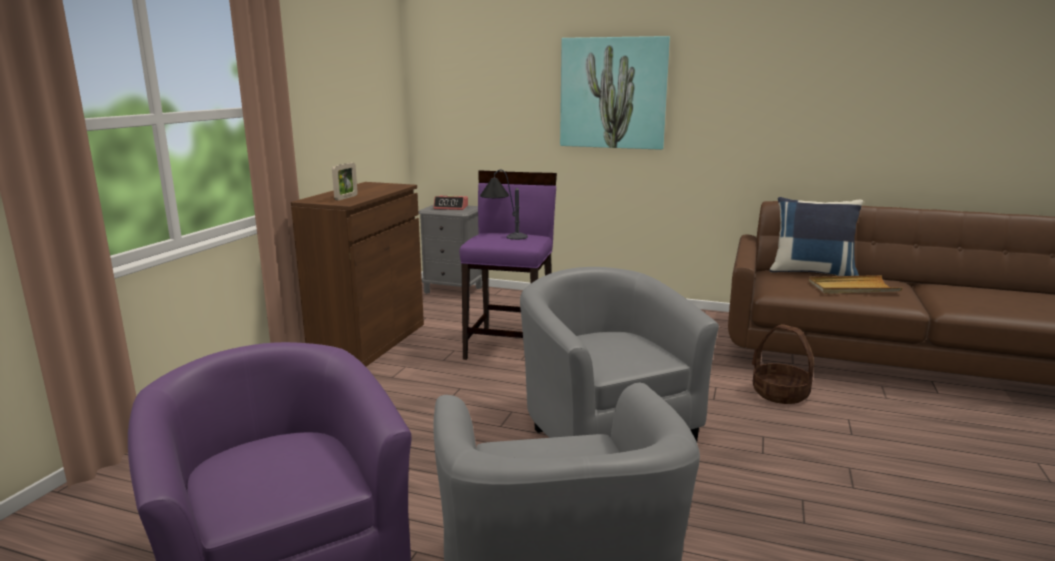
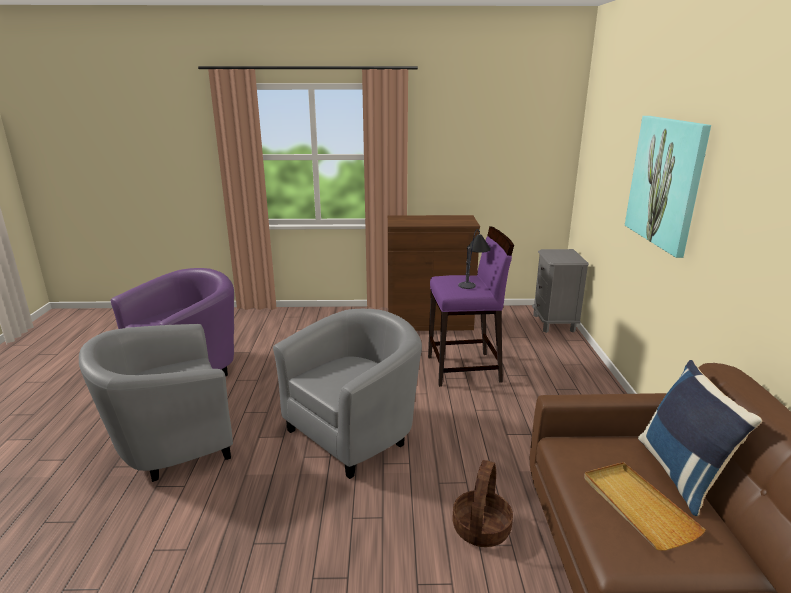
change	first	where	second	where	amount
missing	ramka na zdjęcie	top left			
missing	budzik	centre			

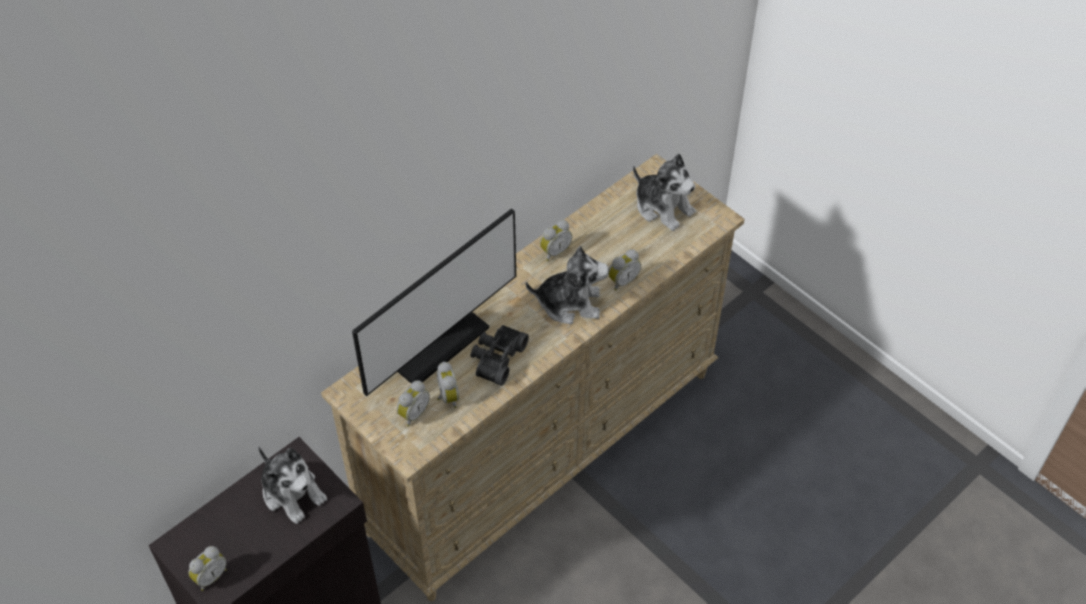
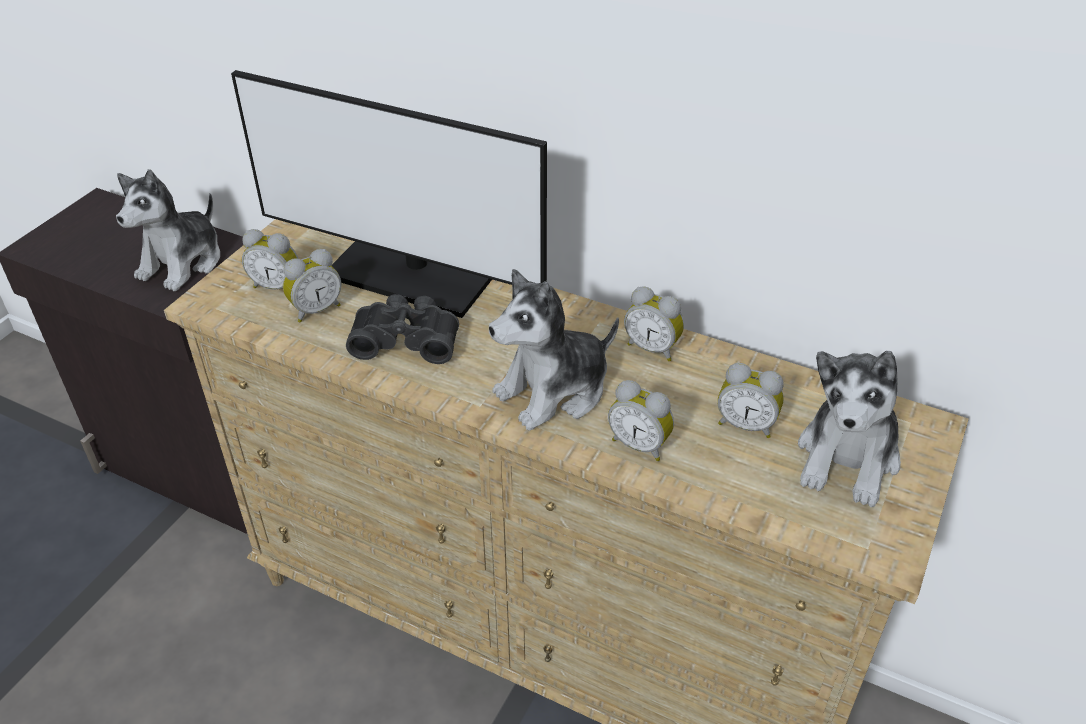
change	first	where	second	where	amount
relocated	budzik (no. 1 from left in the first image)	bottom left	budzik (no. 5 from left)	middle right	
spun	pluszak (no. 2 from left)	centre		centre	75 degrees clockwise

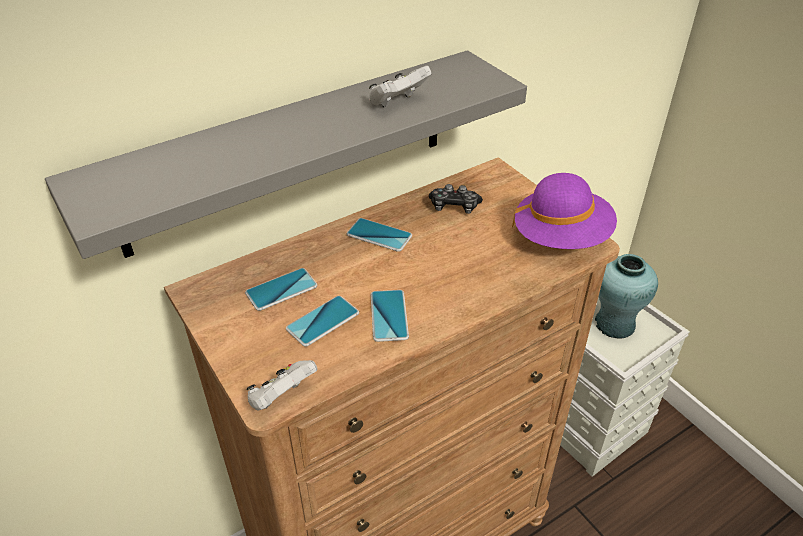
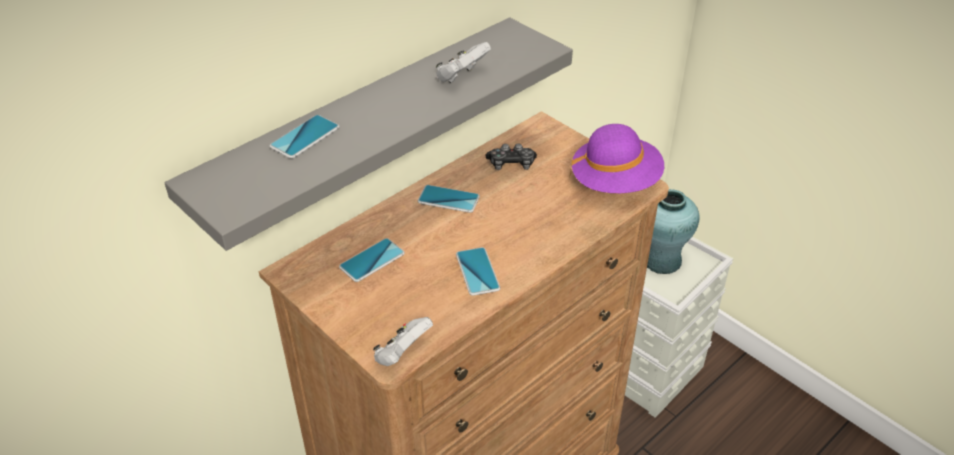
change	first	where	second	where	amount
relocated	telefon (no. 2 from left in the first image)	centre	telefon (no. 1 from left)	top left	

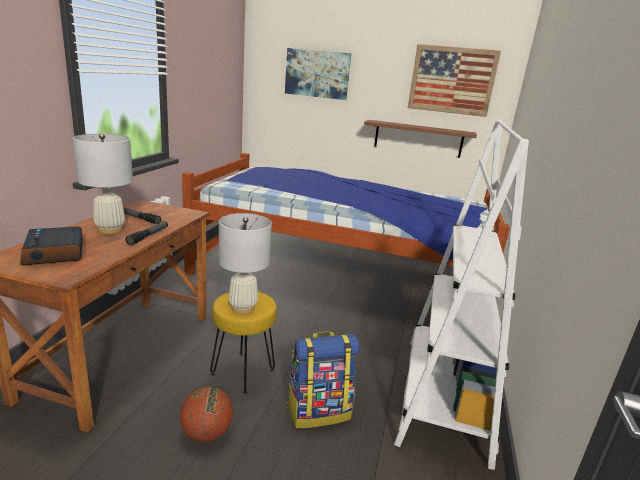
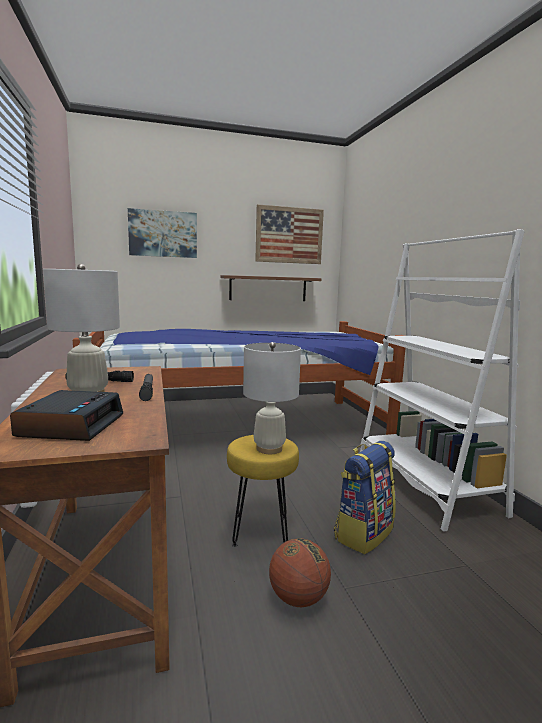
change	first	where	second	where	amount
spun	budzik	middle left		middle left	120 degrees counterclockwise

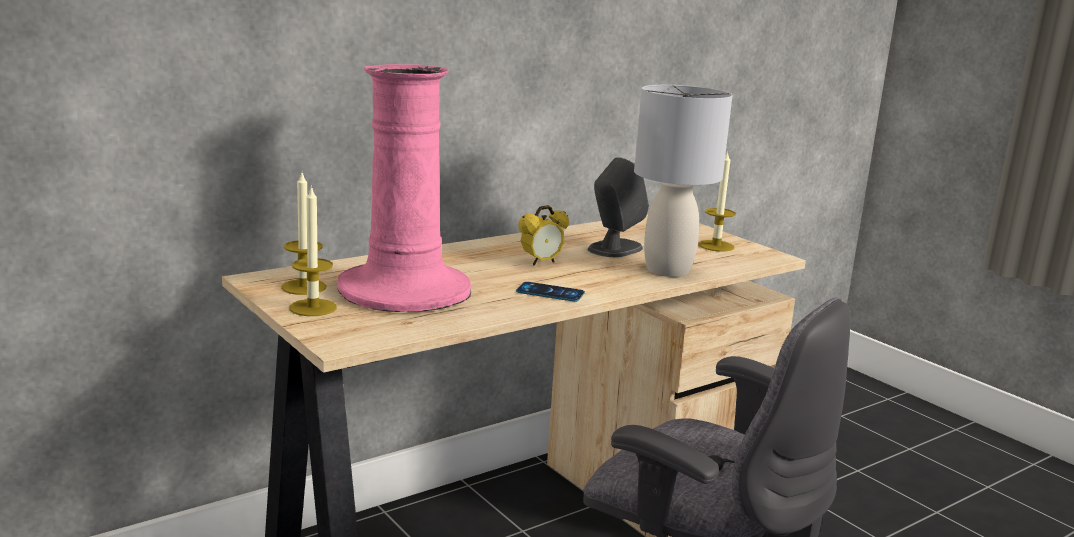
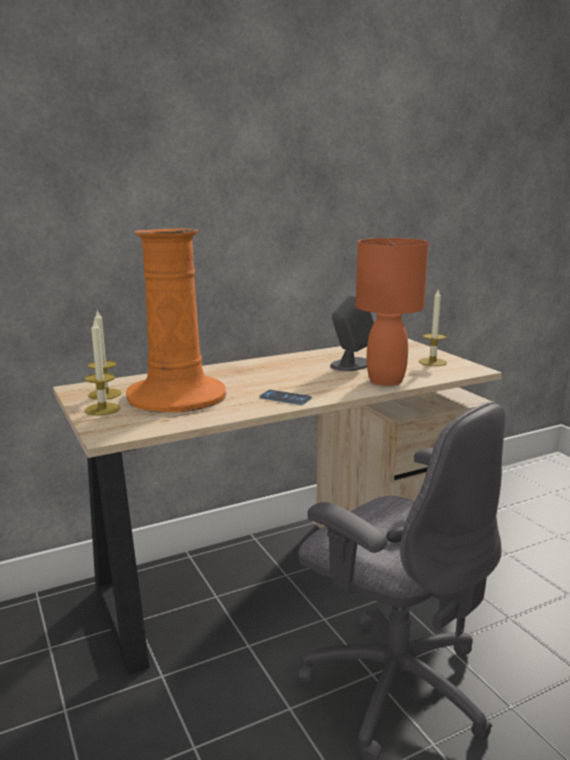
change	first	where	second	where	amount
missing	budzik	centre			
colour	wazon/różowy	centre	wazon/pomarańczowy	middle left	
colour	lampa stołowa/szary	centre	lampa stołowa/pomarańczowy	middle right	

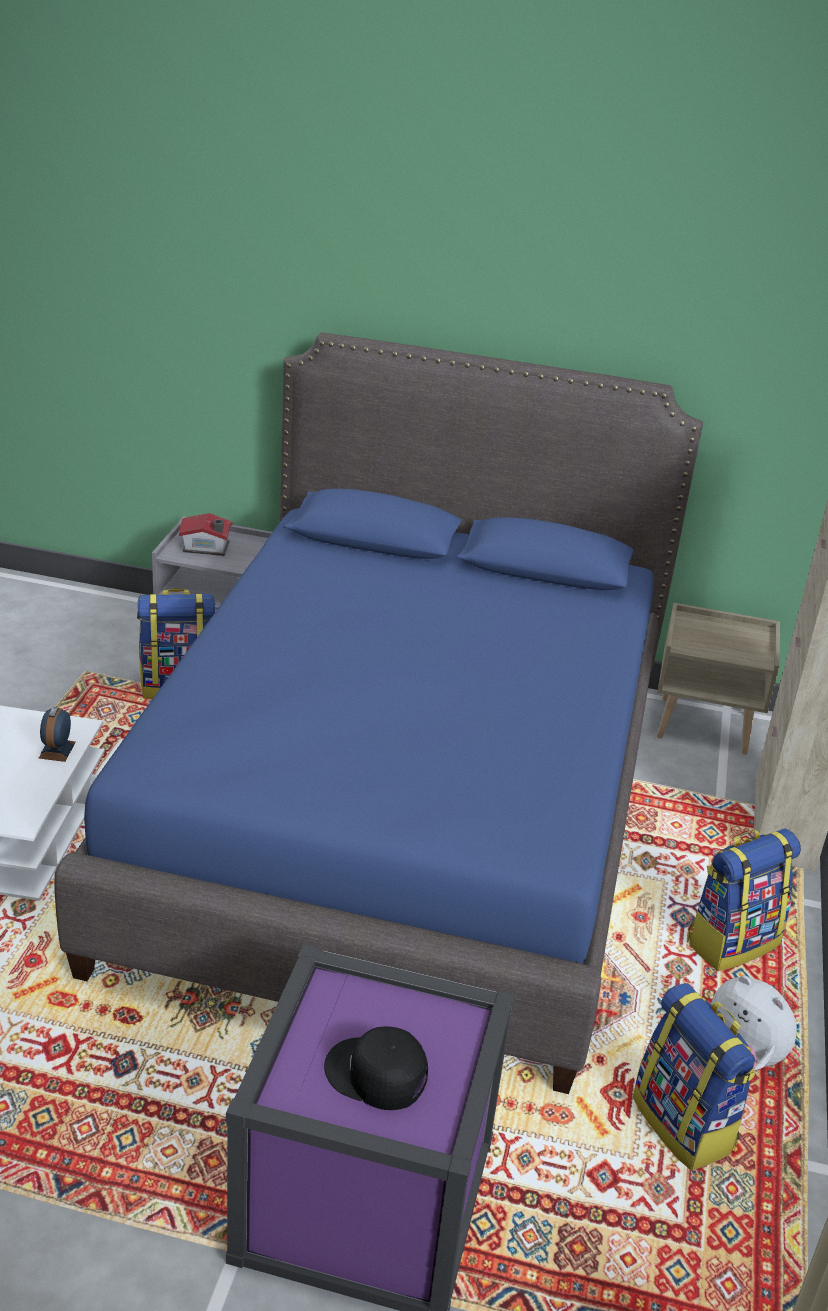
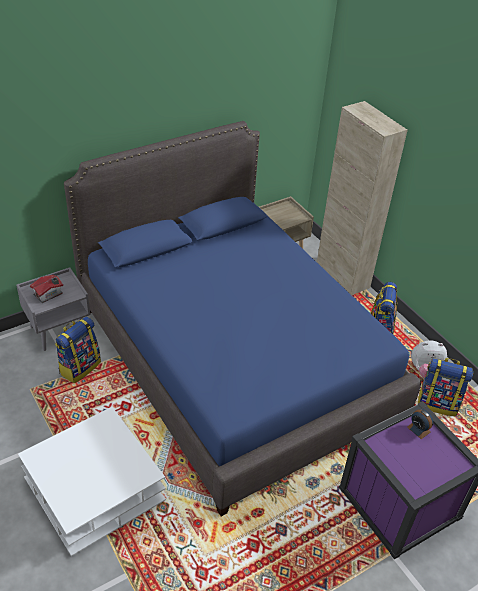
change	first	where	second	where	amount
missing	czapka z daszkiem/czarny	bottom centre			
relocated	budzik	middle left		bottom right	

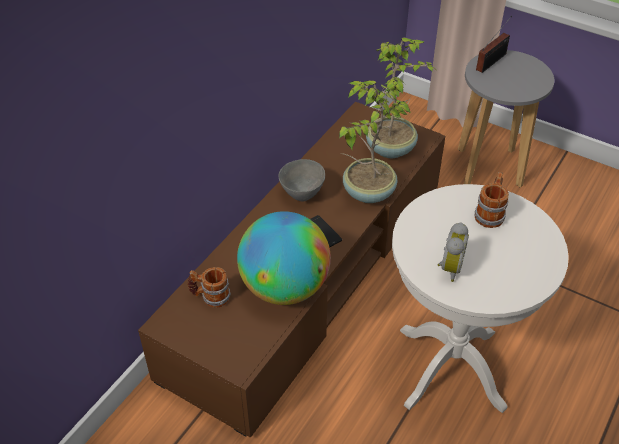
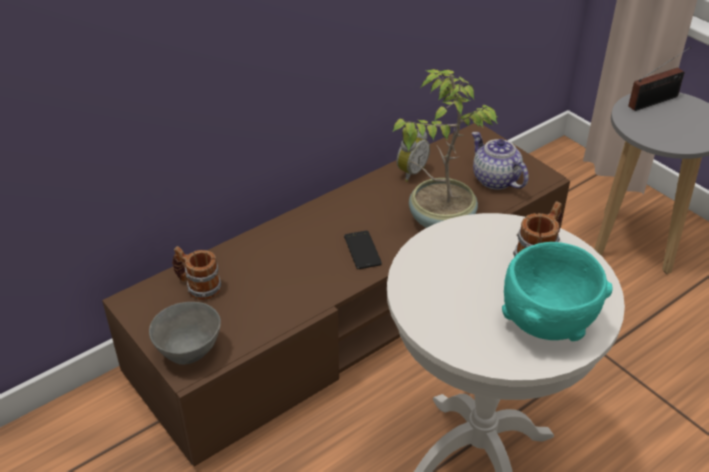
change	first	where	second	where	amount
missing	globus	centre			
appeared			miska/turkusowy	middle right	
relocated	miska/szary	centre		bottom left	
relocated	budzik	middle right		top centre	
exchanged	roślina doniczkowa (no. 2 from left)	top centre	imbryk	middle right	

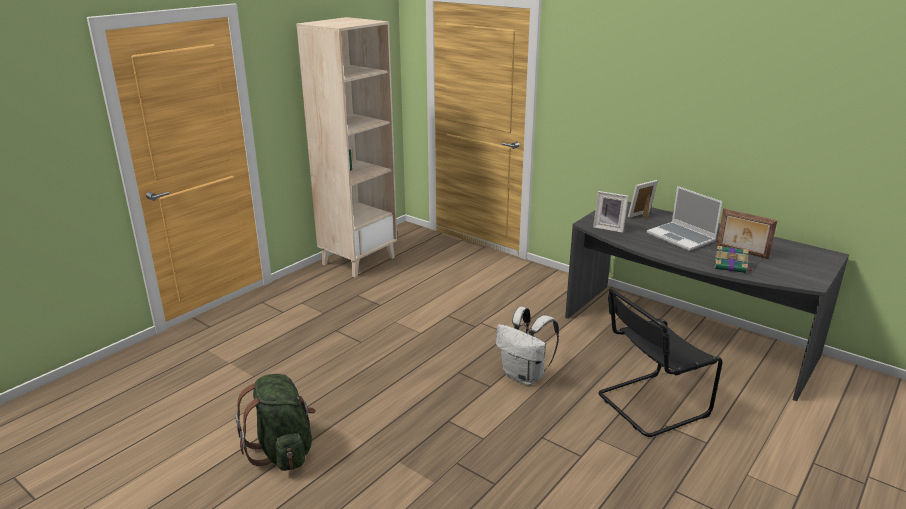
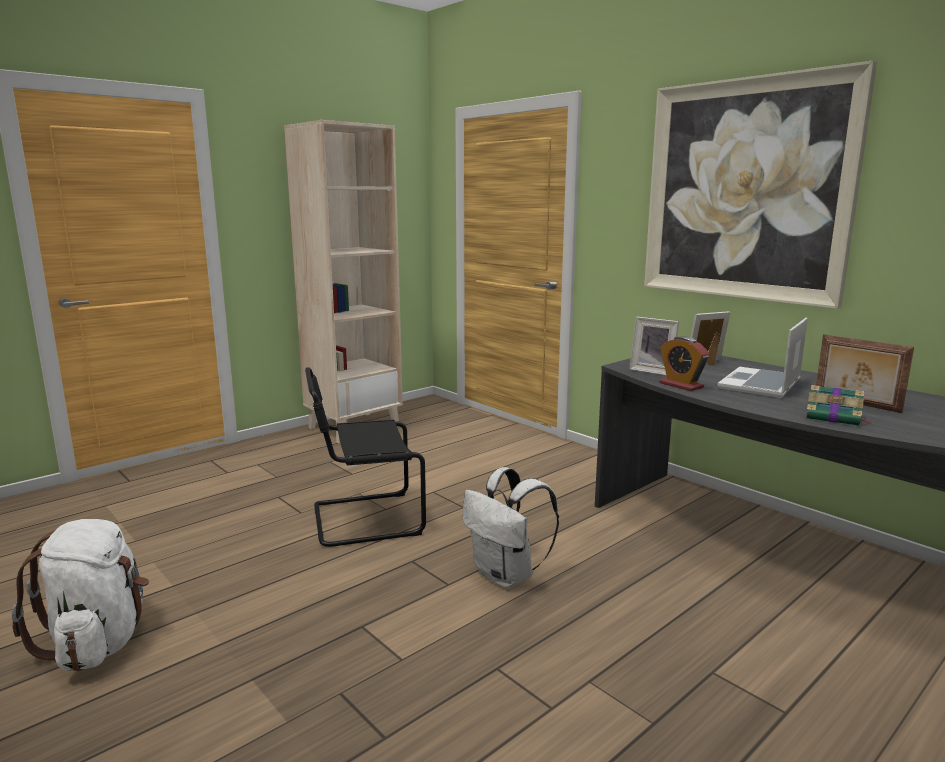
change	first	where	second	where	amount
appeared			obraz	top right	
appeared			budzik	middle right	
relocated	krzesło/czarny	bottom right		centre	
colour	plecak/zielony	bottom left	plecak/biały (no. 1 from left)	bottom left	
spun	laptop	middle right		middle right	60 degrees clockwise

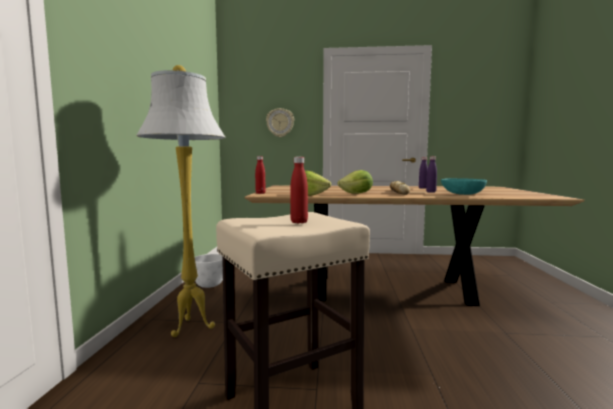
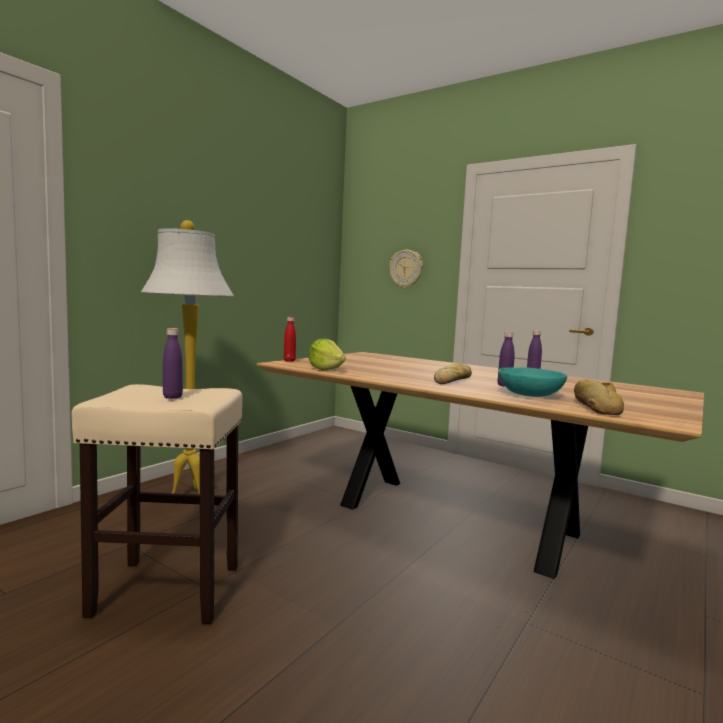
change	first	where	second	where	amount
missing	donica/biały	centre			
missing	sałata (no. 2 from left)	centre			
appeared			chleb (no. 2 from left)	middle right	
colour	butelka/czerwony (no. 2 from left)	centre	butelka/fioletowy (no. 1 from left)	middle left	

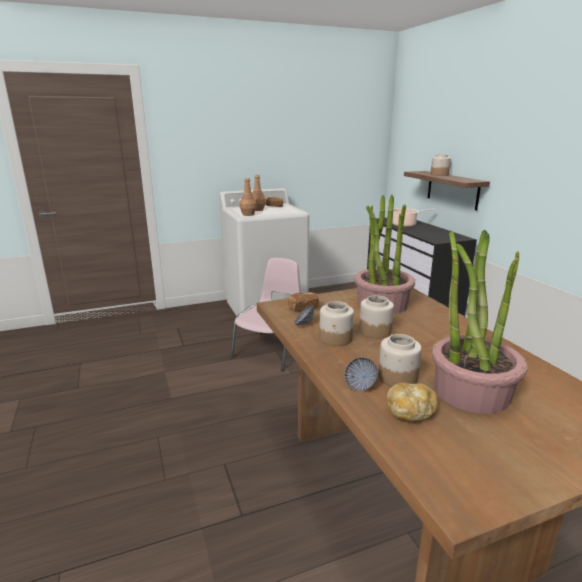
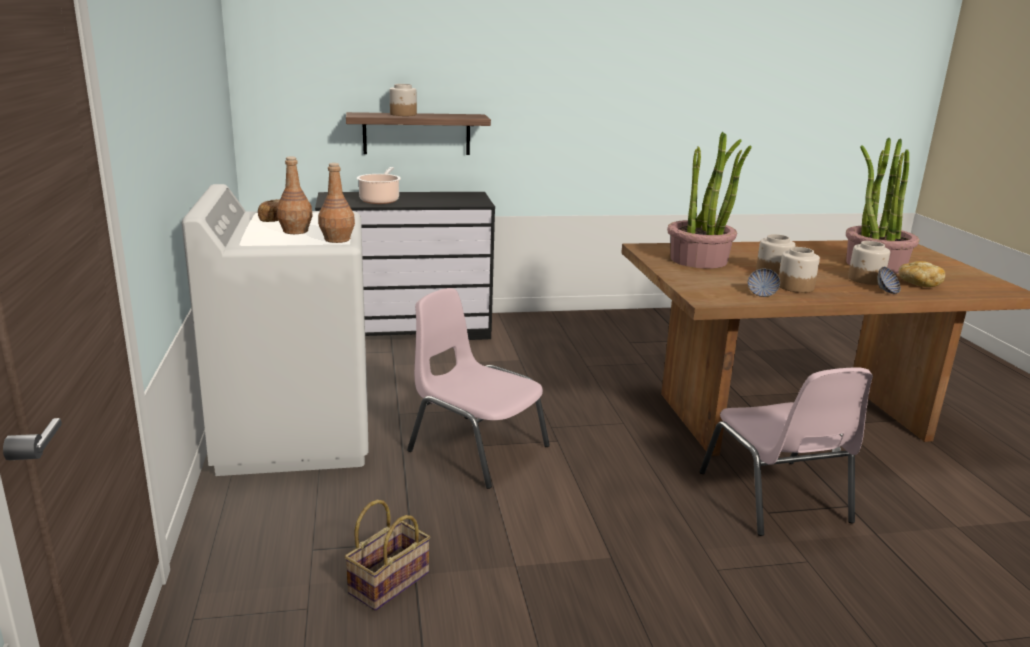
change	first	where	second	where	amount
missing	chleb (no. 2 from left)	centre			
appeared			koszyk	bottom centre	
appeared			krzesło/różowy (no. 2 from left)	bottom right	

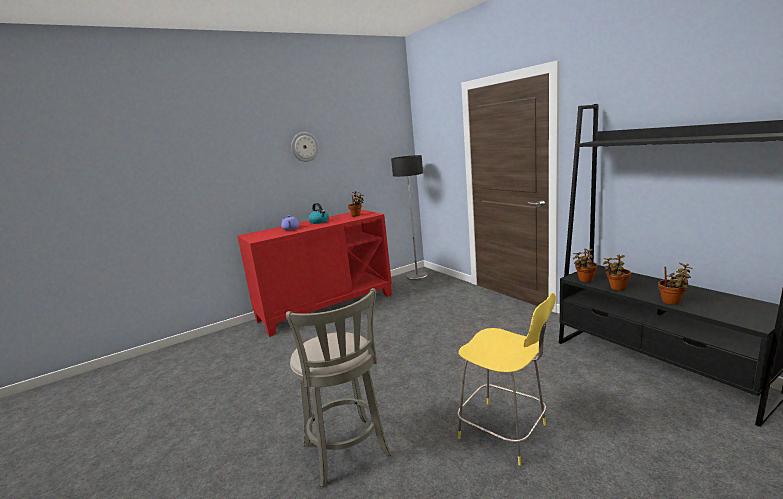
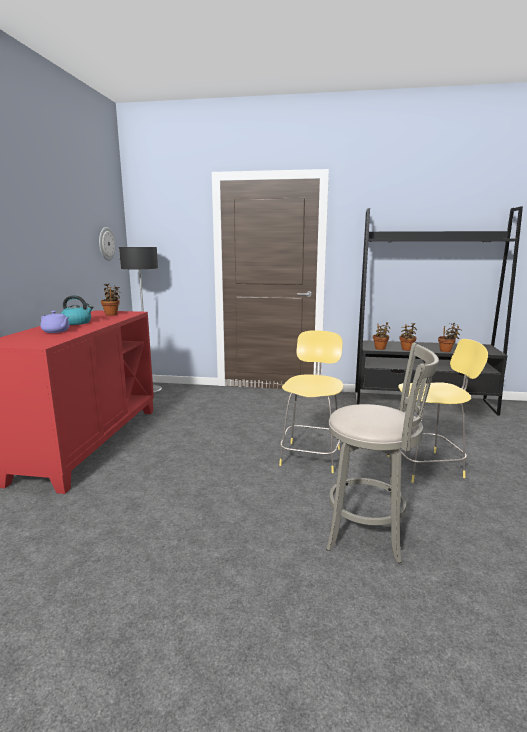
change	first	where	second	where	amount
appeared			stołek/żółty (no. 1 from left)	centre	
relocated	zegar ścienny	top centre		middle left	

